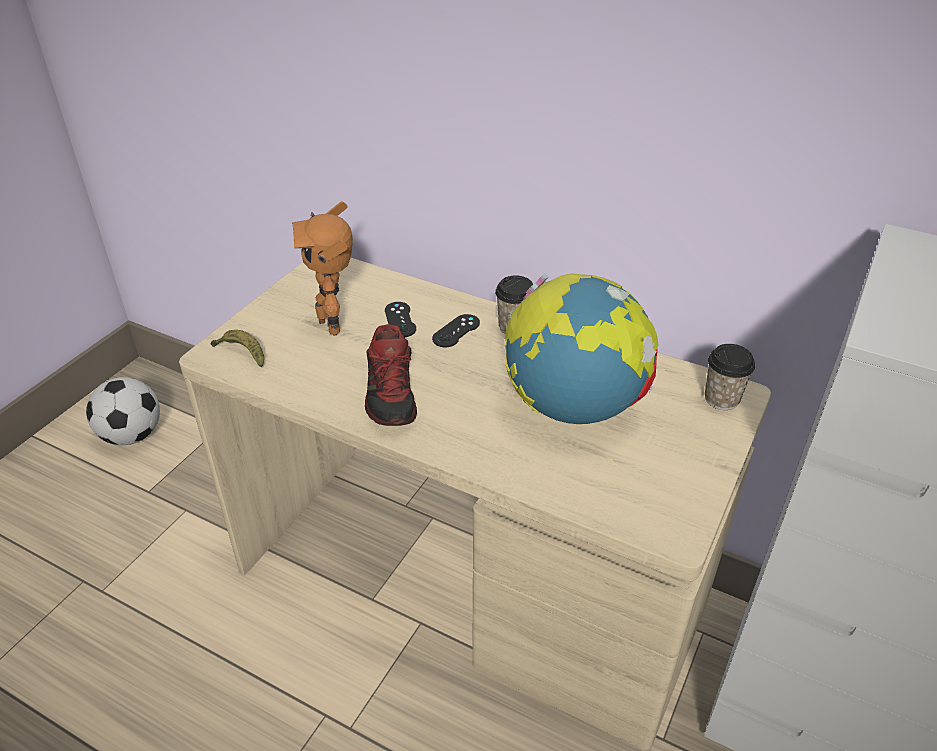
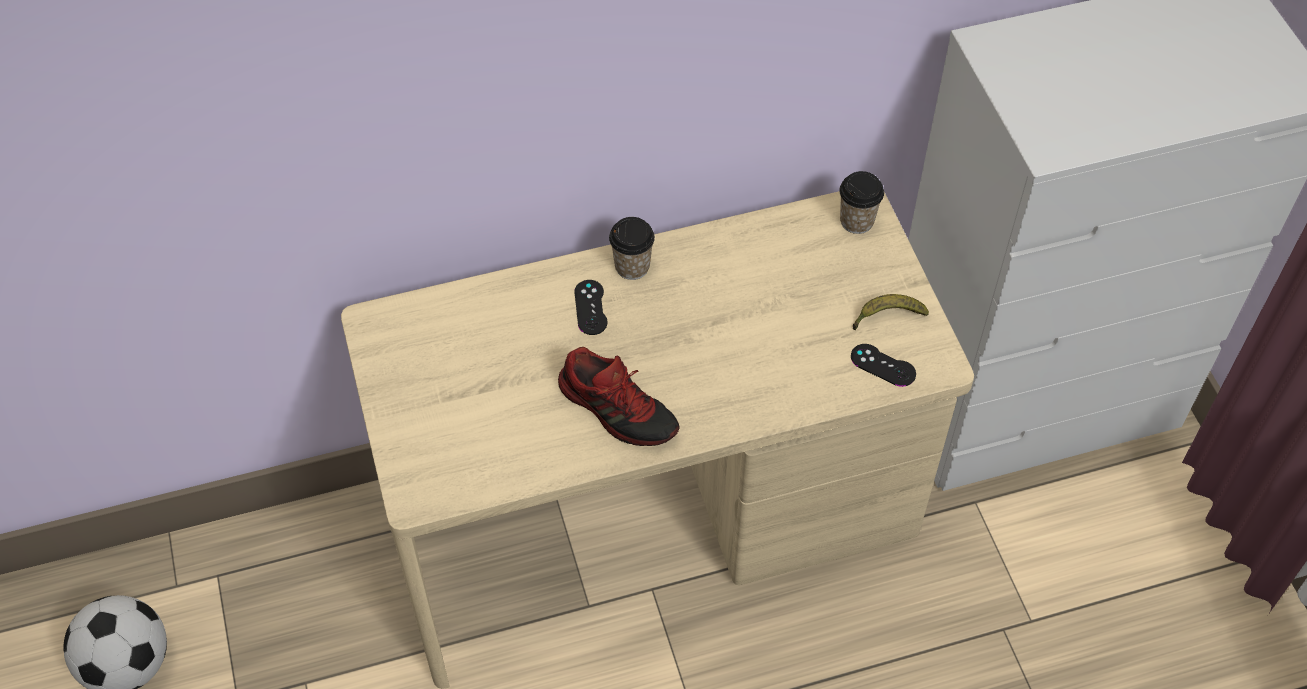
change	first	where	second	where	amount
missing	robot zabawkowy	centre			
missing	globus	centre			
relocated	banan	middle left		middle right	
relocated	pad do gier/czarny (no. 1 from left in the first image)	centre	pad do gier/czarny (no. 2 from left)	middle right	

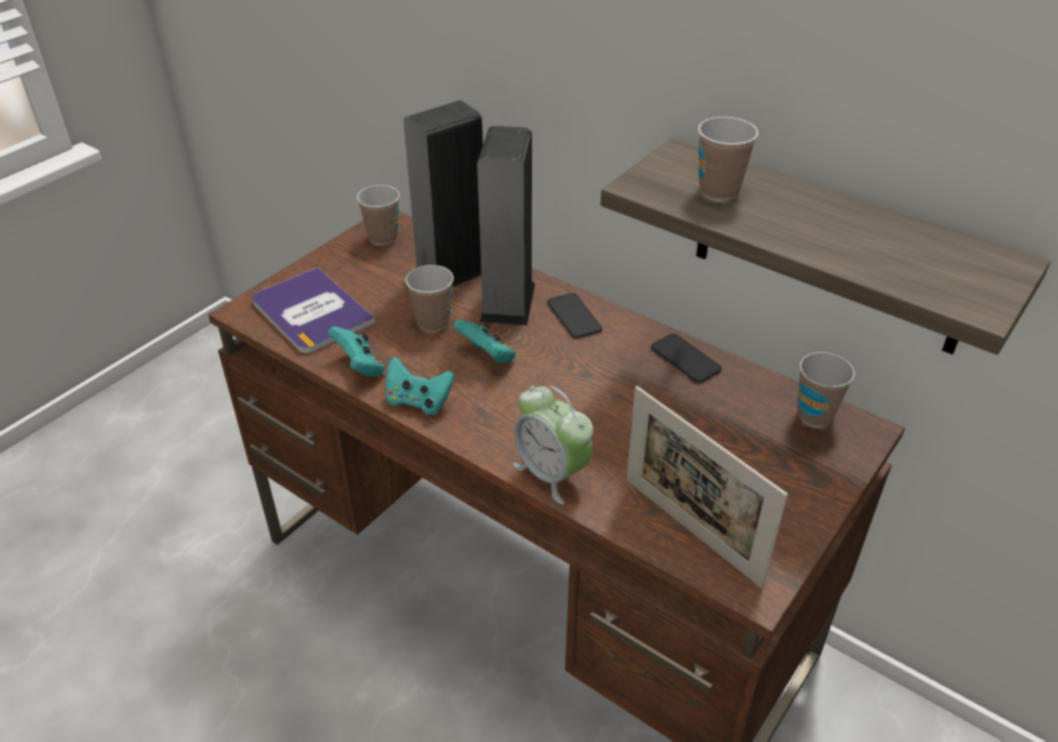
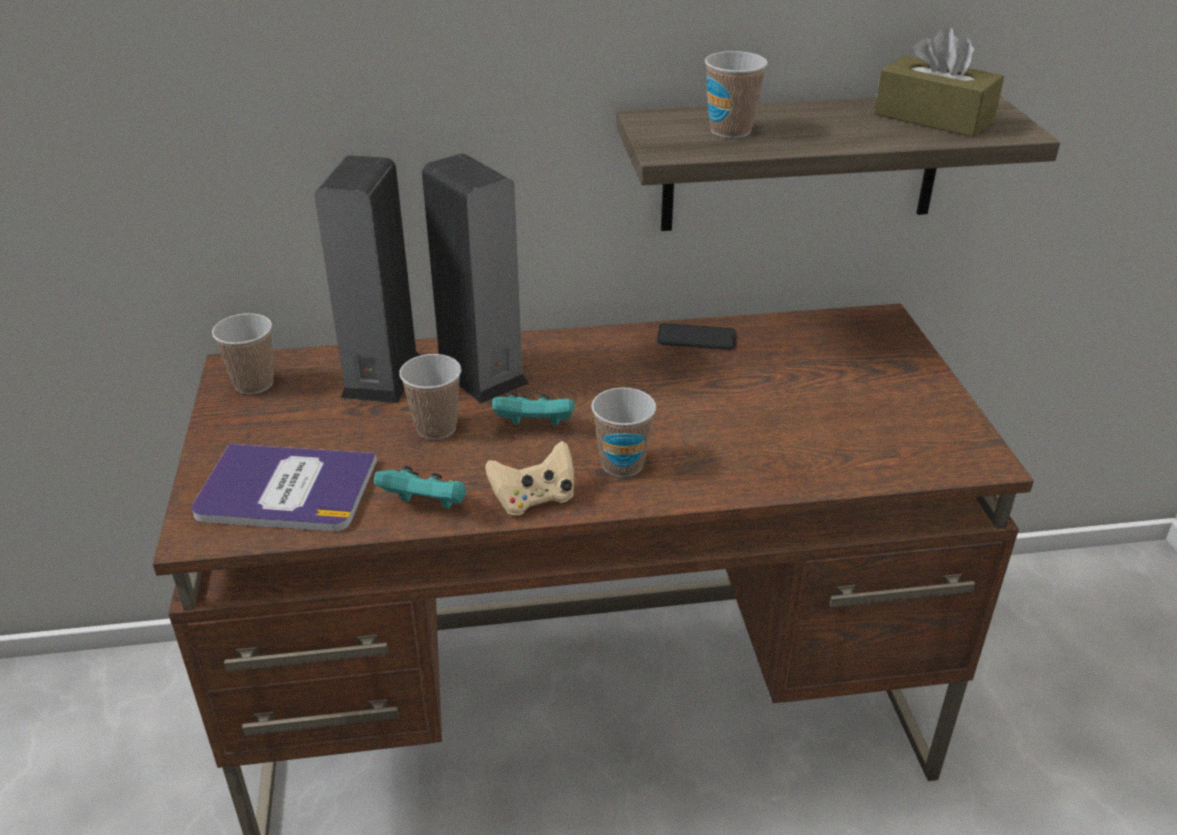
change	first	where	second	where	amount
missing	budzik	centre			
missing	telefon (no. 1 from left)	centre			
missing	ramka na zdjęcie	middle right			
appeared			pudełko chusteczek/brązowy	top right	
relocated	filiżanka (no. 4 from left in the first image)	middle right	filiżanka (no. 3 from left)	centre	
colour	pad do gier/turkusowy (no. 2 from left)	centre	pad do gier/beżowy	centre	

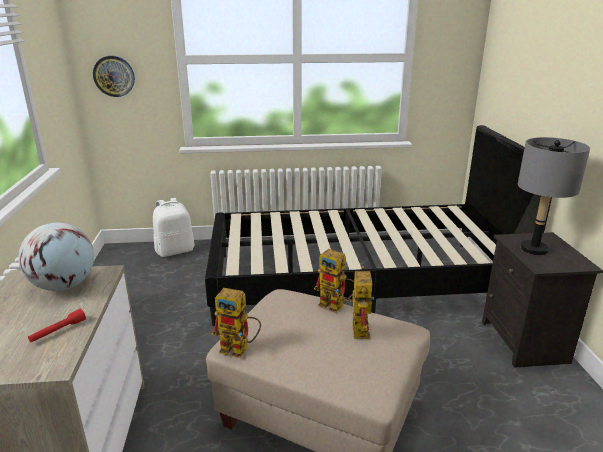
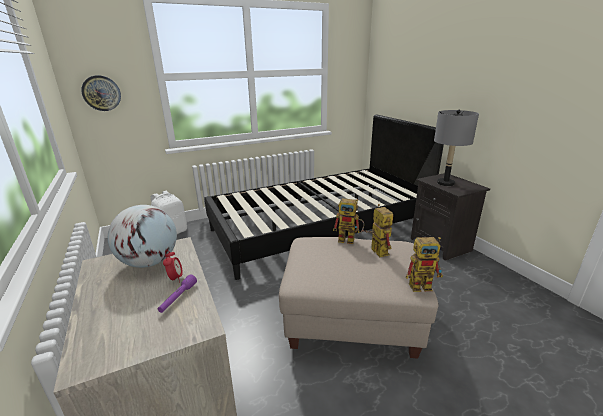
change	first	where	second	where	amount
appeared			budzik	middle left	
relocated	robot zabawkowy (no. 1 from left in the first image)	bottom centre	robot zabawkowy (no. 3 from left)	middle right	
colour	latarka/czerwony	bottom left	latarka/fioletowy	bottom left	

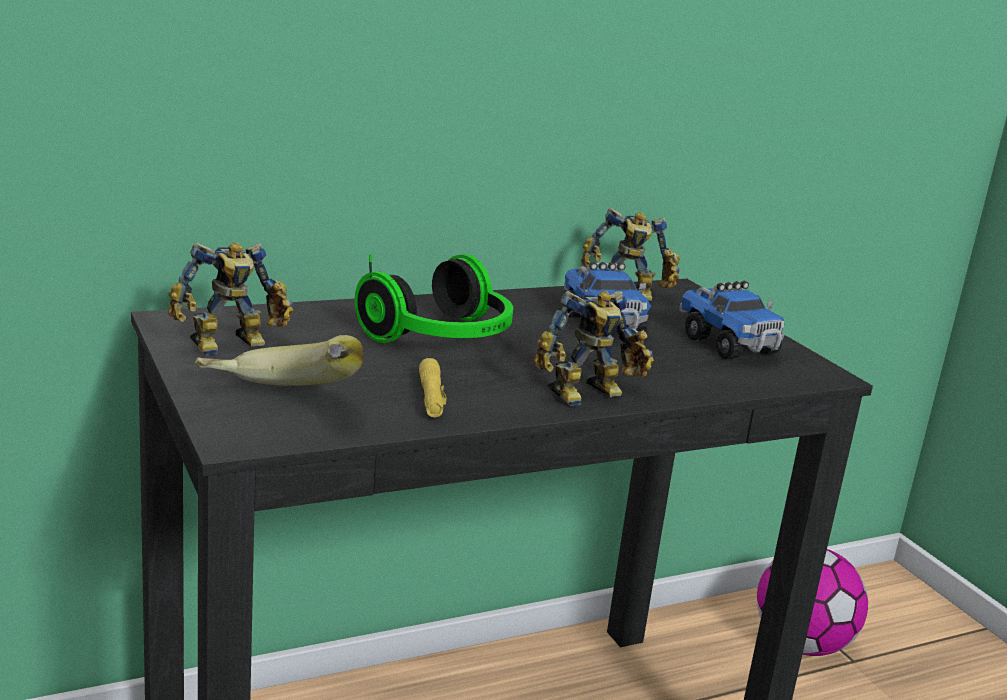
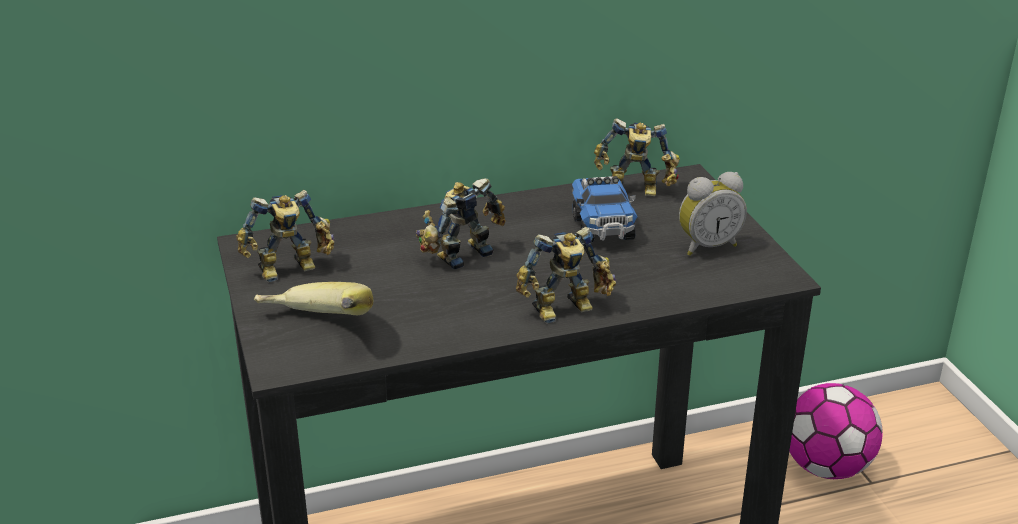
change	first	where	second	where	amount
missing	latarka/żółty	centre			
exchanged	słuchawki	centre	robot zabawkowy (no. 2 from left)	centre	
exchanged	ciężarówka zabawkowa (no. 2 from left)	middle right	budzik	middle right	

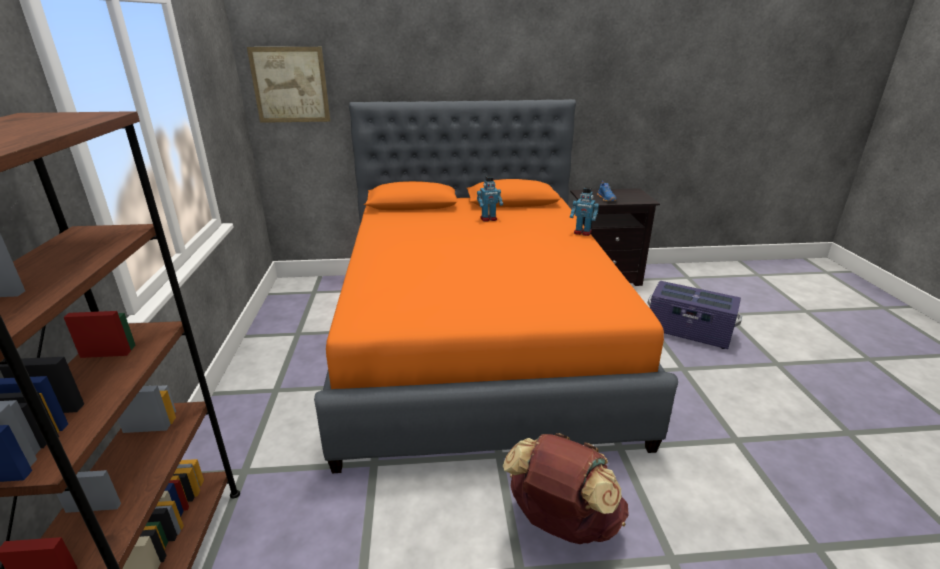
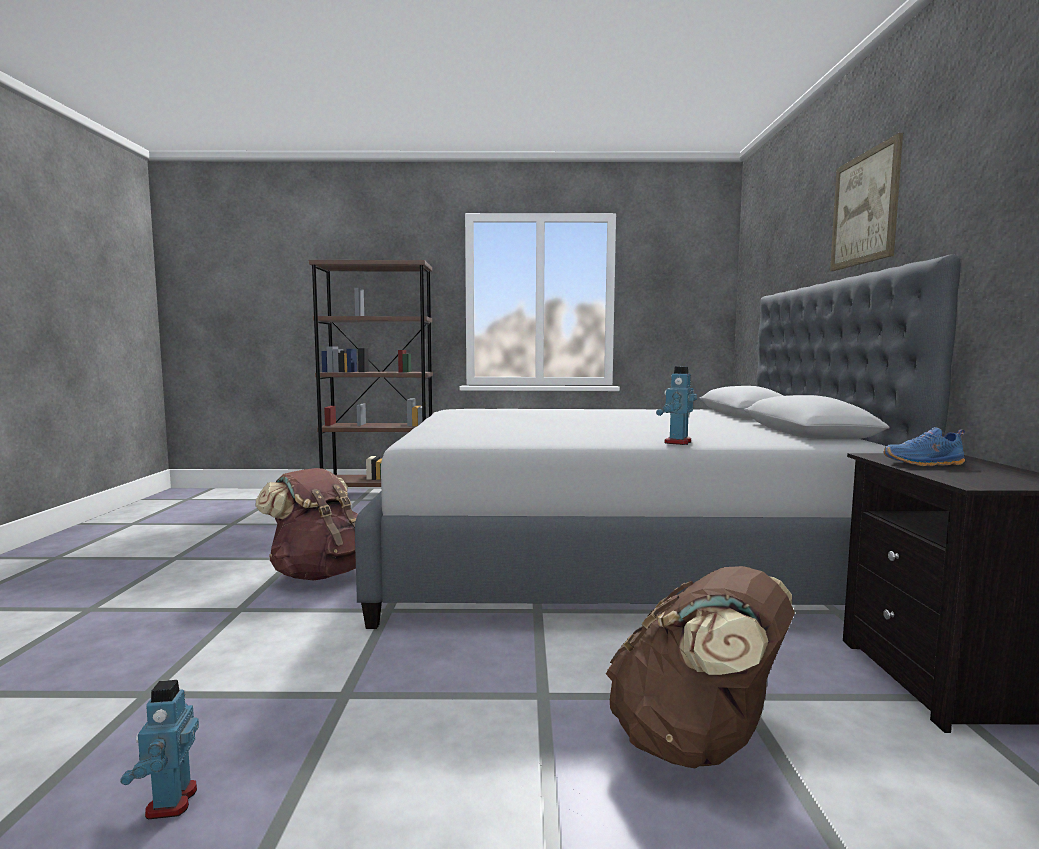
change	first	where	second	where	amount
relocated	obraz	top left		top right	
relocated	robot zabawkowy (no. 1 from left)	centre		bottom left	
exchanged	pojemnik do przechowywania/fioletowy	middle right	plecak/brązowy (no. 2 from left)	bottom right	
colour	łóżko/pomarańczowy	centre	łóżko/szary	centre	

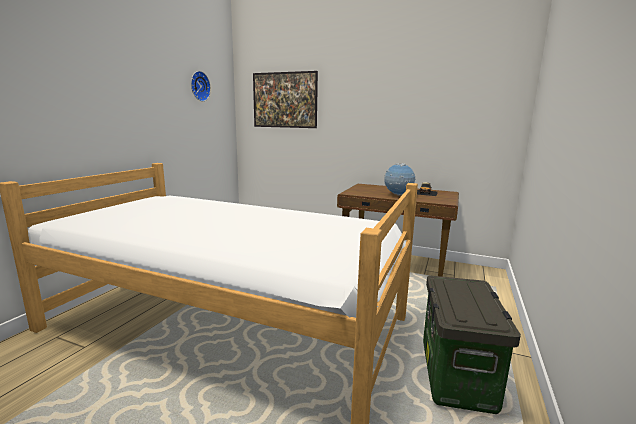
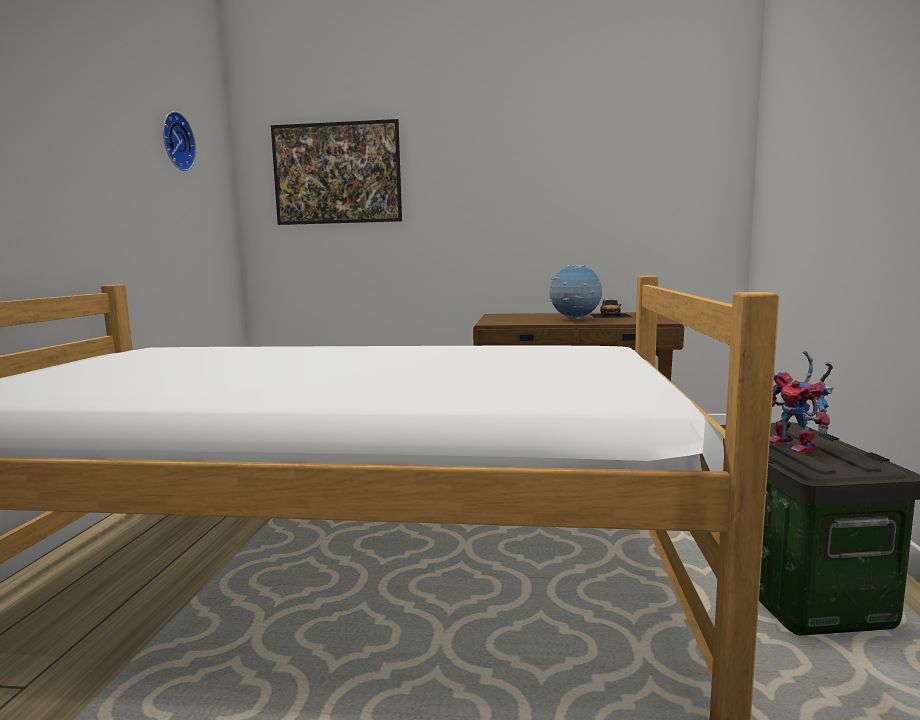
change	first	where	second	where	amount
appeared			robot zabawkowy	middle right	

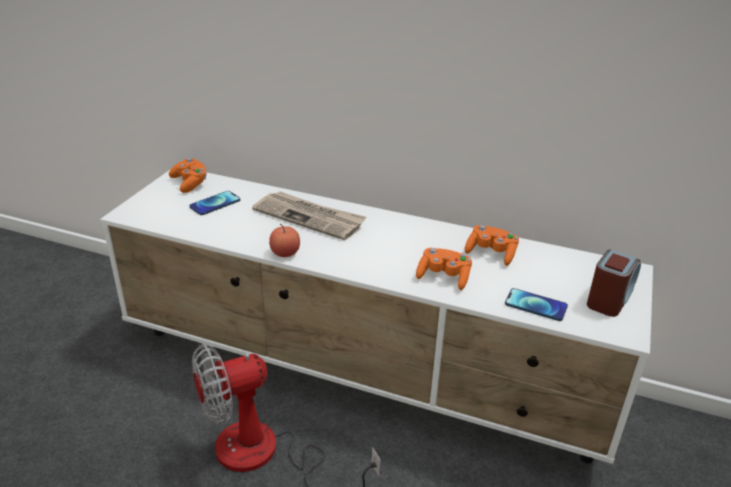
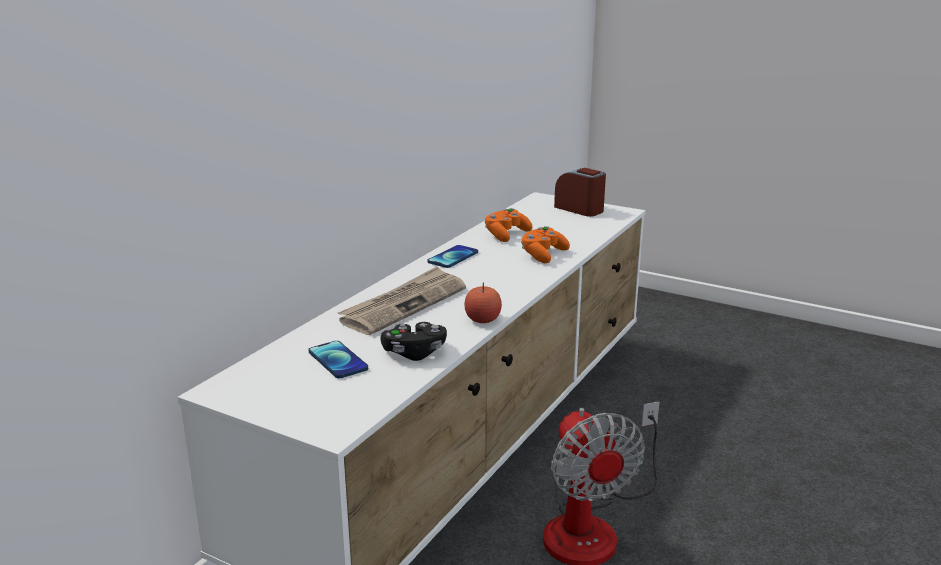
change	first	where	second	where	amount
missing	pad do gier/pomarańczowy (no. 1 from left)	middle left			
appeared			pad do gier/czarny	centre	
relocated	telefon (no. 2 from left)	middle right		centre	

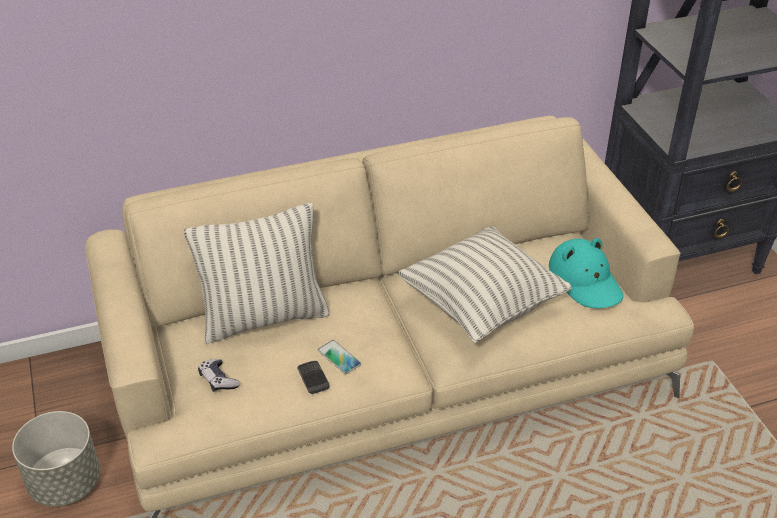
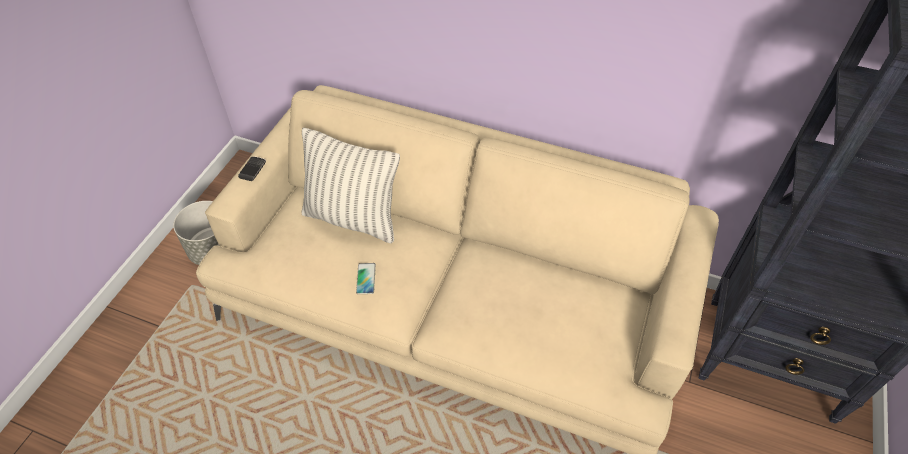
change	first	where	second	where	amount
missing	pad do gier	bottom left			
missing	poduszka (no. 2 from left)	centre			
missing	kapelusz/turkusowy	middle right			
relocated	telefon (no. 1 from left)	bottom centre		middle left	

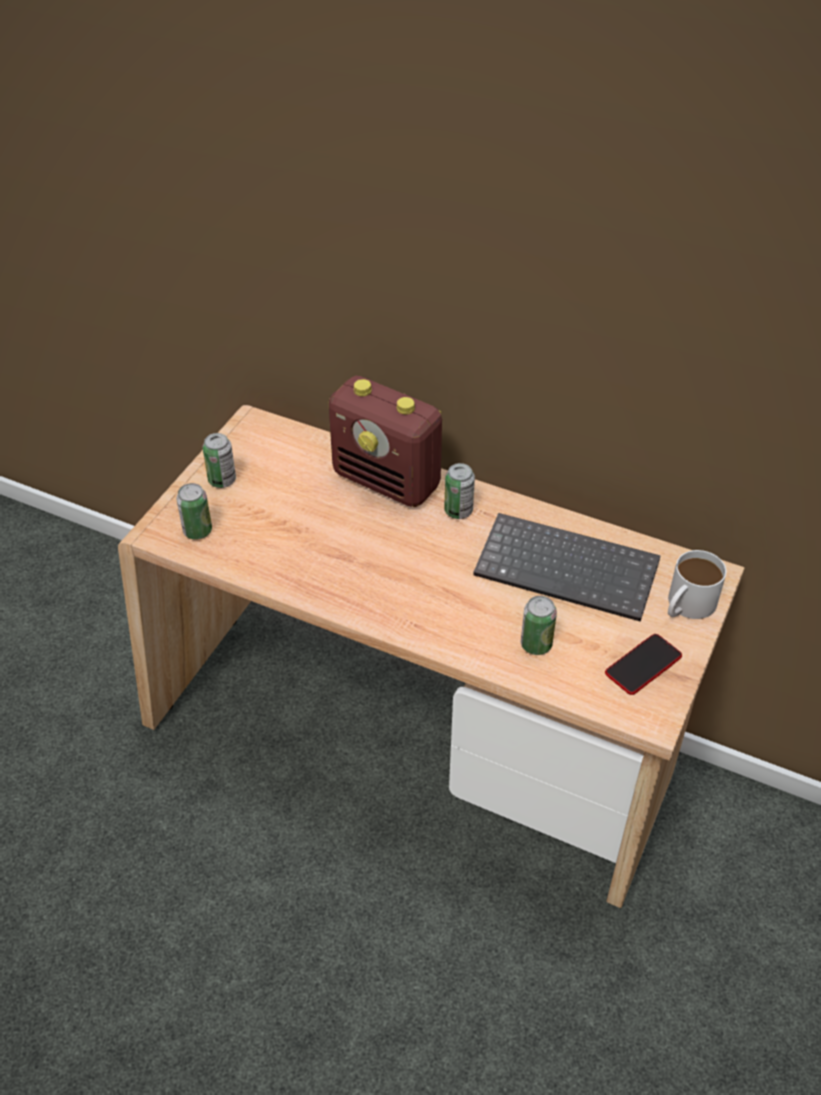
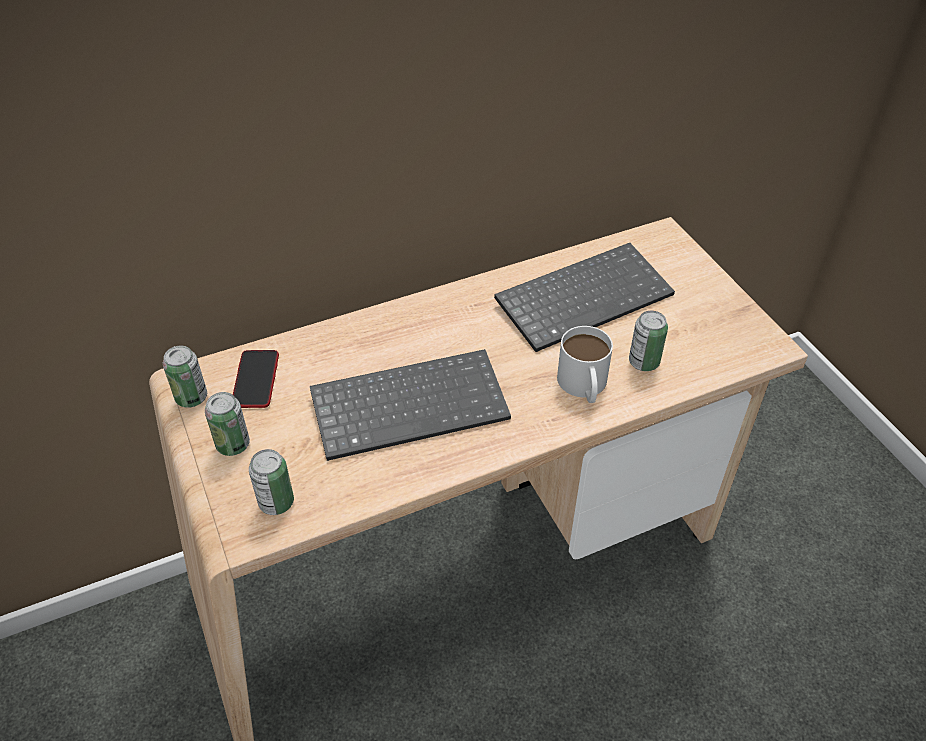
change	first	where	second	where	amount
missing	radio	centre			
appeared			klawiatura (no. 1 from left)	centre	
relocated	puszka (no. 3 from left in the first image)	centre	puszka (no. 1 from left)	middle left	
relocated	telefon	middle right		middle left	
relocated	kubek/biały	middle right		centre	

